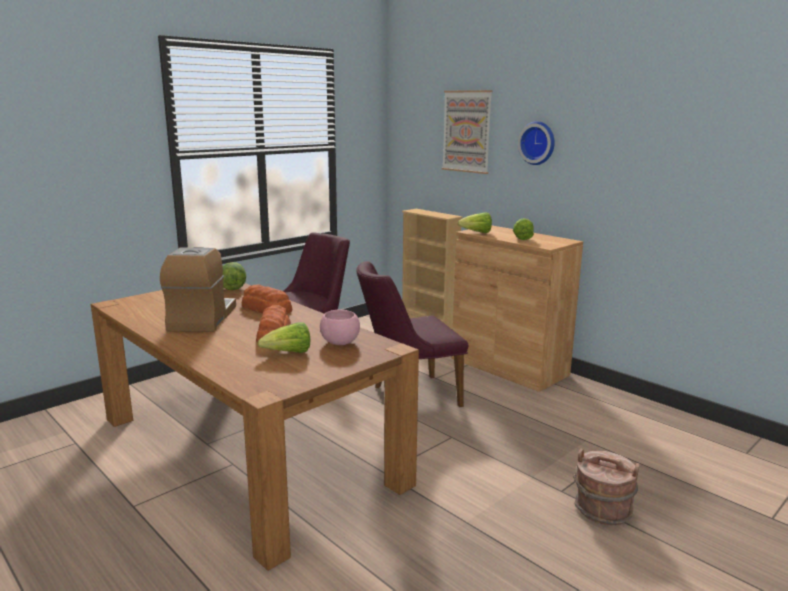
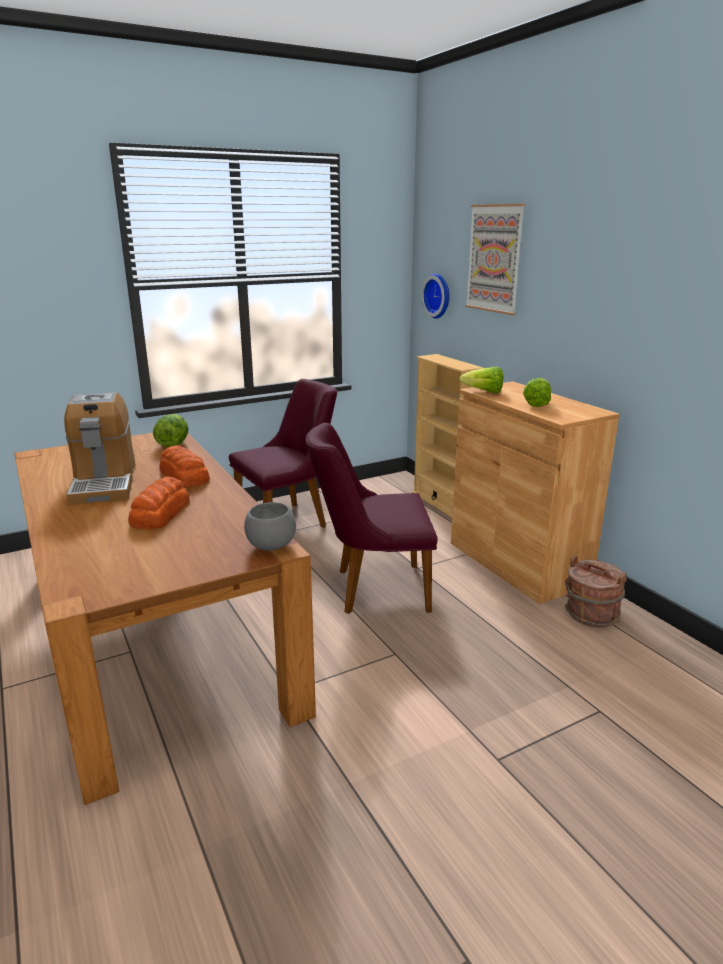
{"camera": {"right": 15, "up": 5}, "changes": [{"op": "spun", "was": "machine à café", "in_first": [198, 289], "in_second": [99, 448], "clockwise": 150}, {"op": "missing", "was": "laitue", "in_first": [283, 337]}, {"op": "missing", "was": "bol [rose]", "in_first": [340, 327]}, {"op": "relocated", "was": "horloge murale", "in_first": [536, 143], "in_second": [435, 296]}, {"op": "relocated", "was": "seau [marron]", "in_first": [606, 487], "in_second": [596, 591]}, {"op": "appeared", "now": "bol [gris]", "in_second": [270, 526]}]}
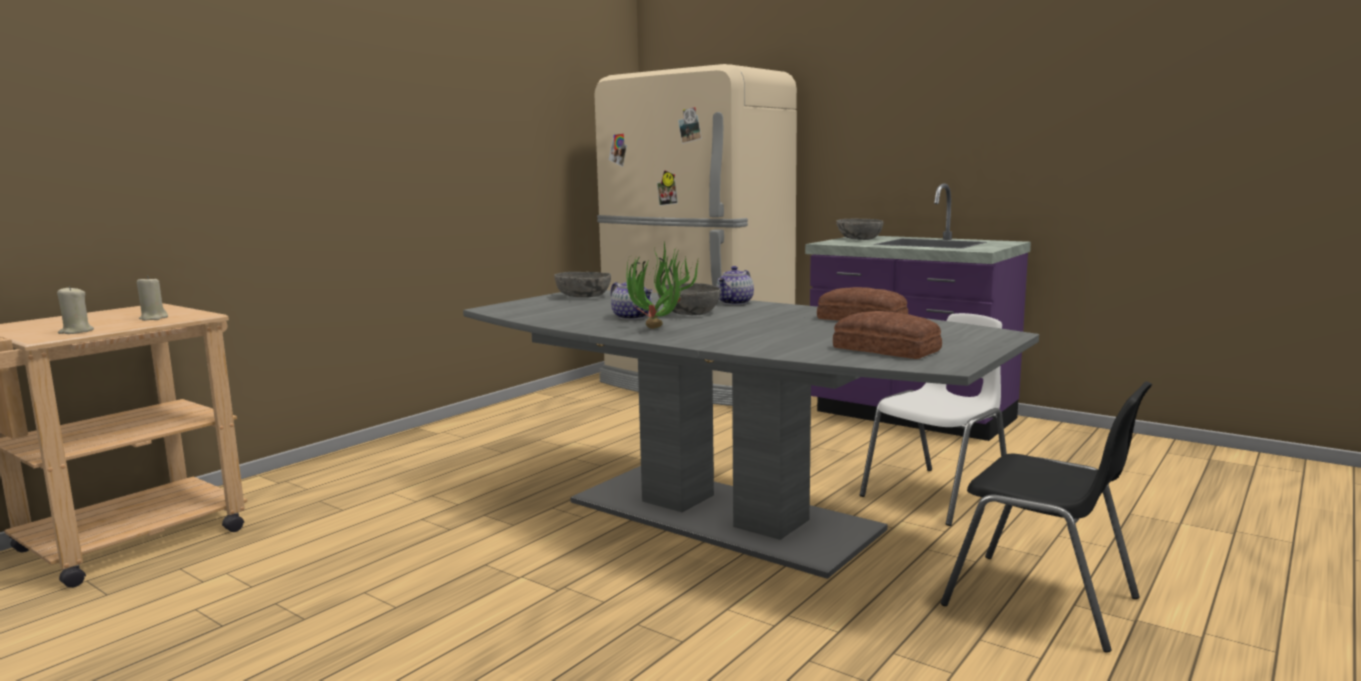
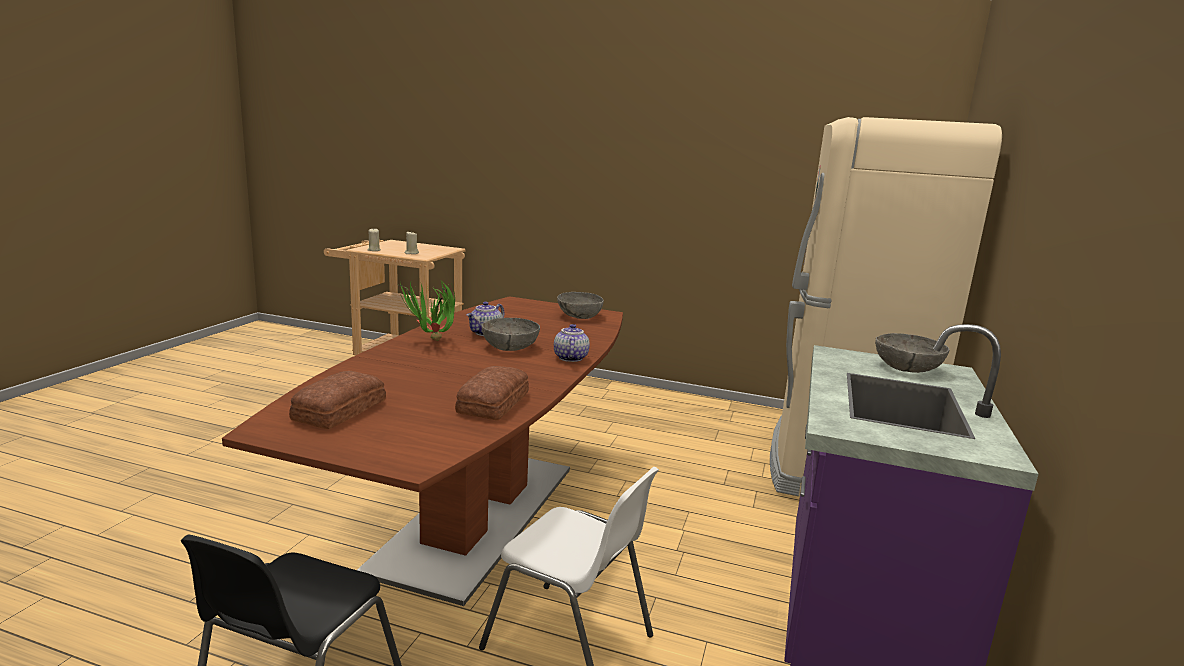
{"camera": {"right": 70, "up": 5}, "changes": [{"op": "colour", "was": "table à manger [gris]", "now": "table à manger [marron]", "in_first": [751, 434], "in_second": [422, 451]}, {"op": "spun", "was": "théière", "in_first": [735, 285], "in_second": [572, 343], "clockwise": 75}]}
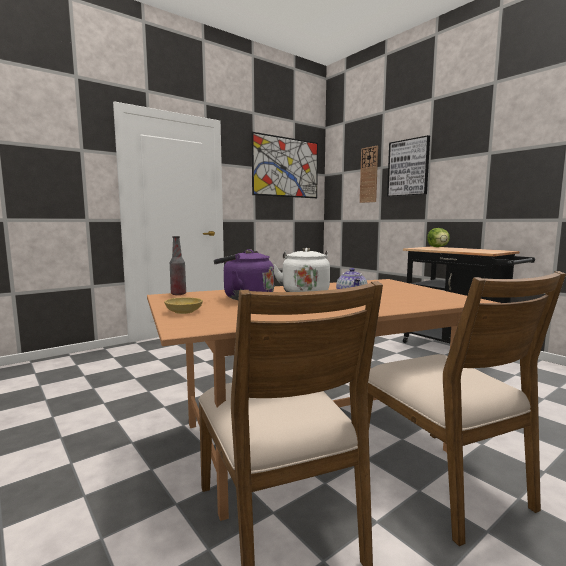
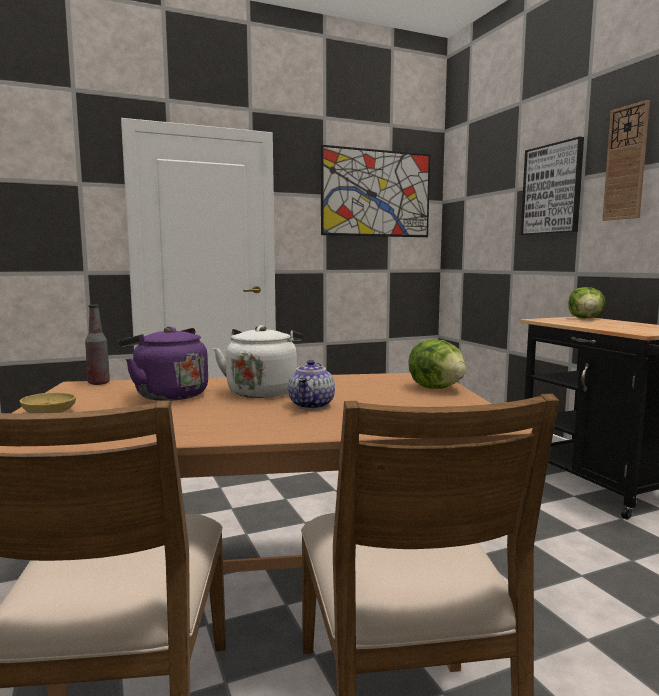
{"camera": {"right": 15, "up": 0}, "changes": [{"op": "relocated", "was": "horloge murale", "in_first": [369, 174], "in_second": [626, 160]}, {"op": "appeared", "now": "laitue", "in_second": [437, 364]}]}
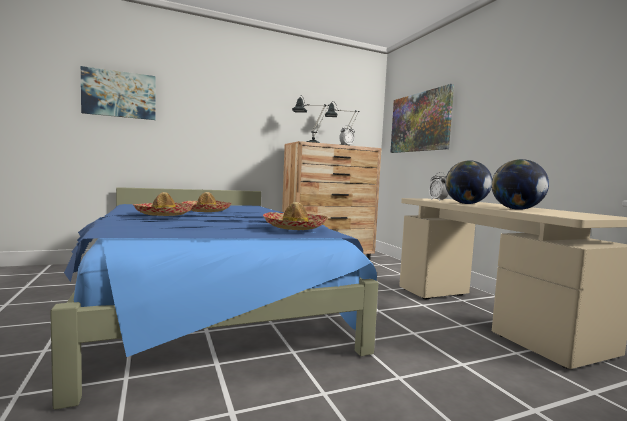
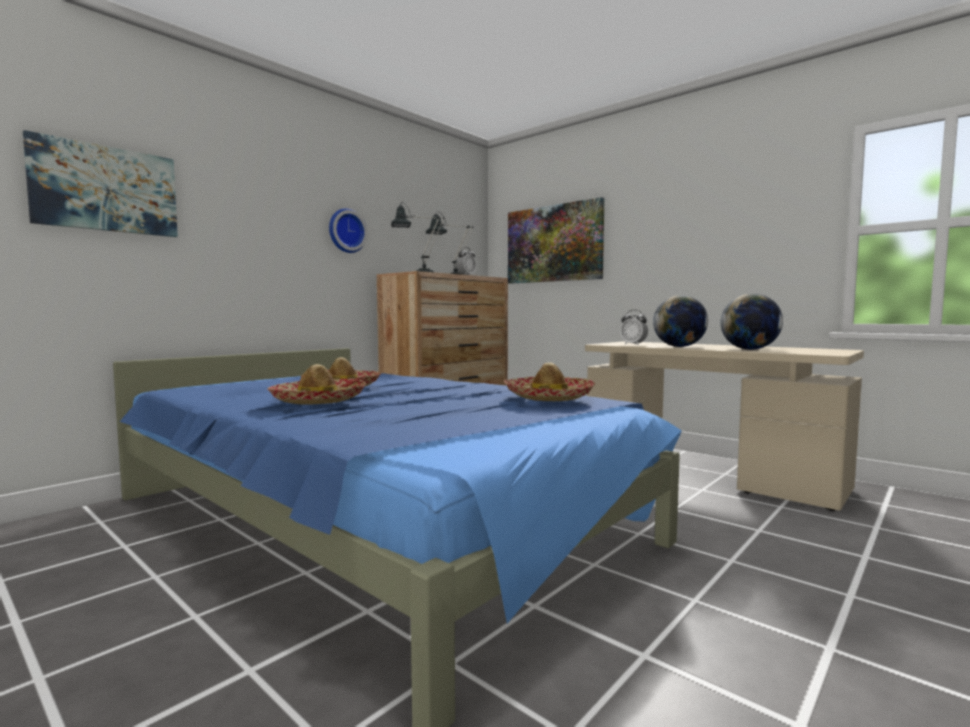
{"camera": {"right": -25, "up": 0}, "changes": [{"op": "appeared", "now": "horloge murale", "in_second": [348, 230]}]}
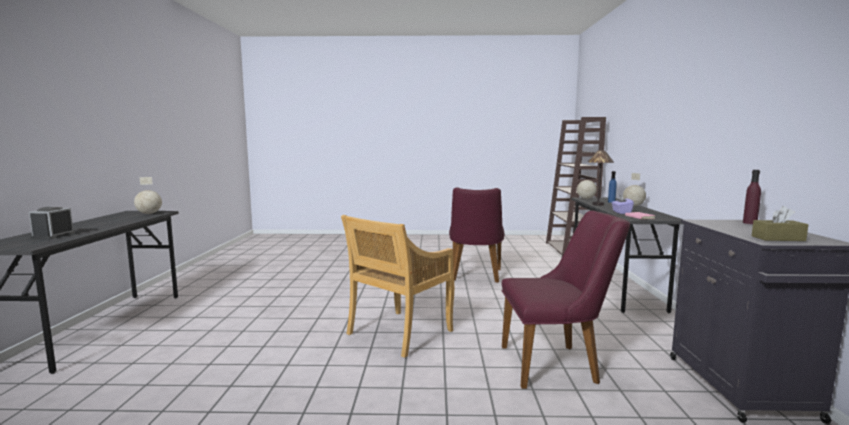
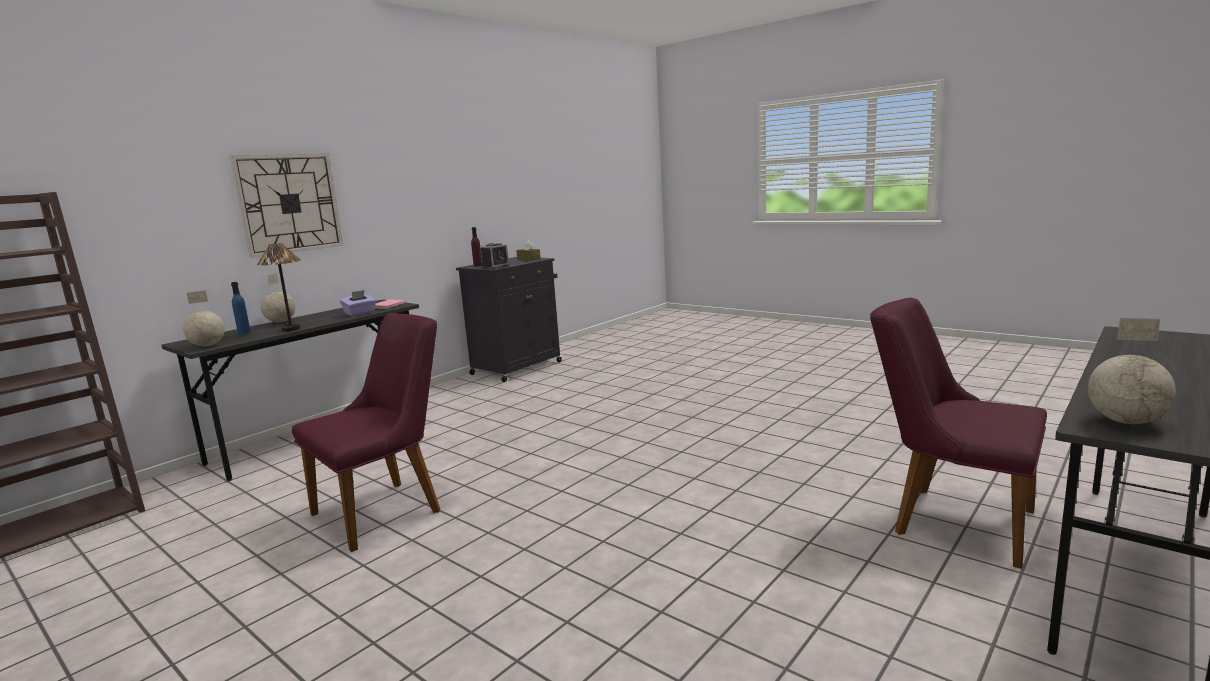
{"camera": {"right": -140, "up": 5}, "changes": [{"op": "relocated", "was": "réveil", "in_first": [52, 223], "in_second": [495, 256]}, {"op": "missing", "was": "chaise [beige]", "in_first": [397, 286]}, {"op": "relocated", "was": "chaise [violet]", "in_first": [566, 299], "in_second": [958, 433]}, {"op": "appeared", "now": "horloge murale", "in_second": [286, 205]}]}
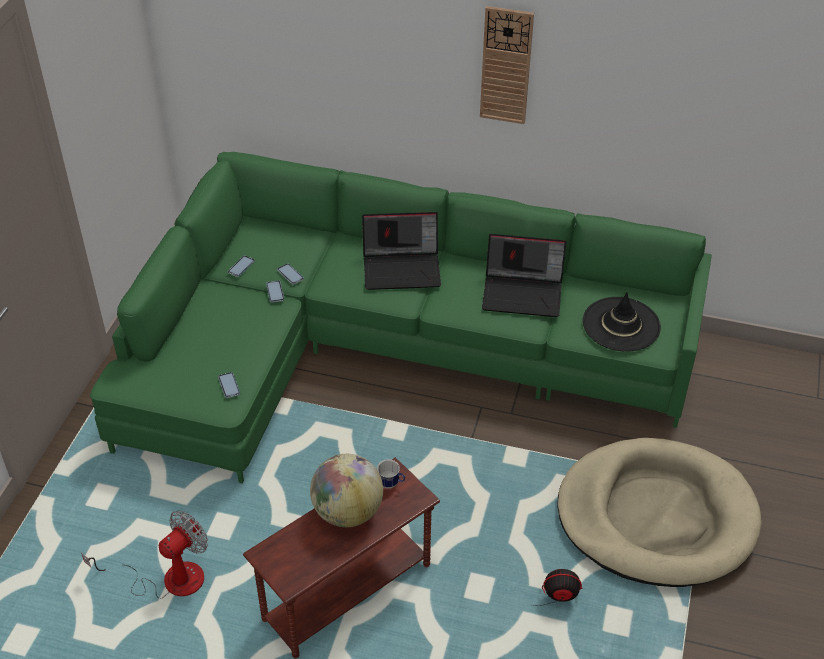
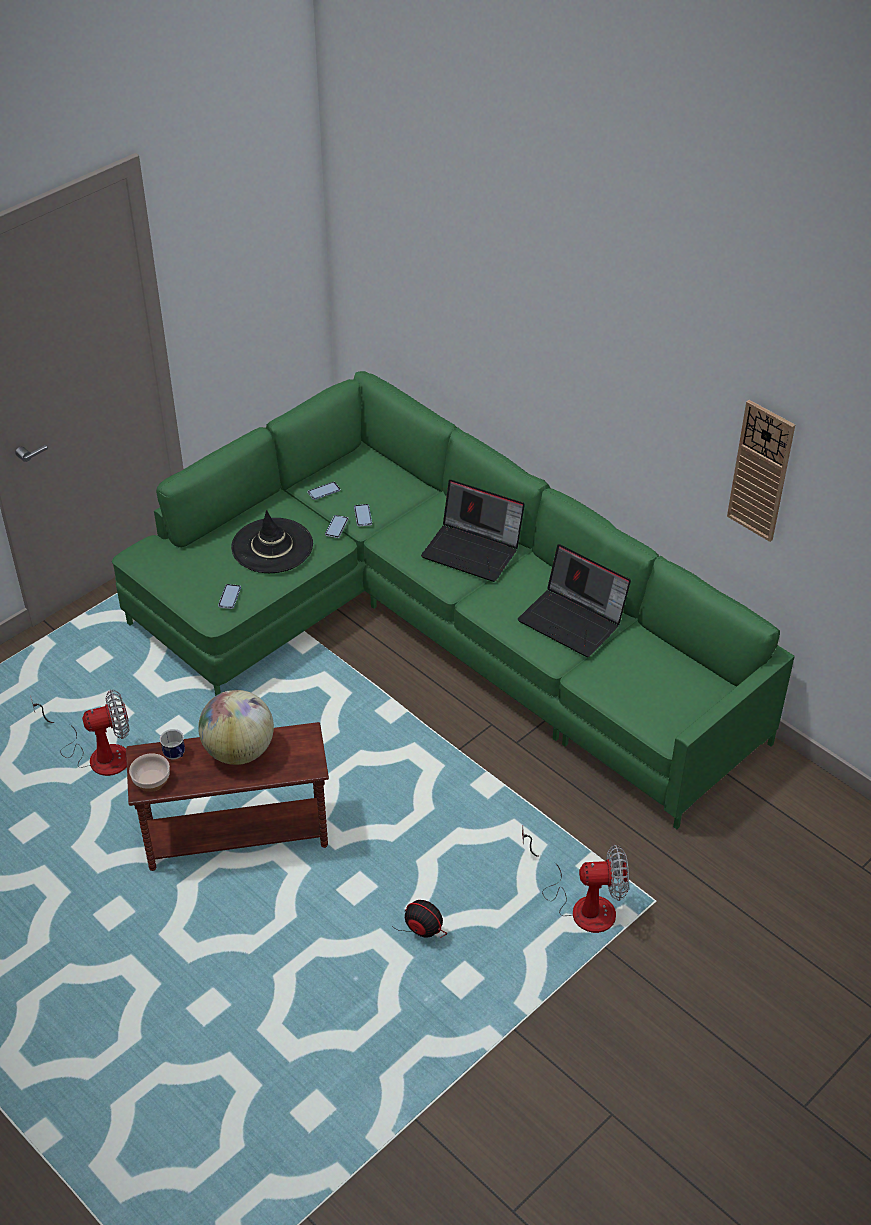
{"camera": {"right": 30, "up": 0}, "changes": [{"op": "relocated", "was": "mug", "in_first": [391, 473], "in_second": [172, 744]}, {"op": "relocated", "was": "horloge murale", "in_first": [507, 65], "in_second": [761, 471]}, {"op": "exchanged", "was": "panier pour chien [beige]", "now": "ventilateur", "in_first": [659, 512], "in_second": [575, 880]}, {"op": "relocated", "was": "chapeau [noir]", "in_first": [622, 322], "in_second": [272, 541]}, {"op": "appeared", "now": "bol", "in_second": [149, 772]}]}
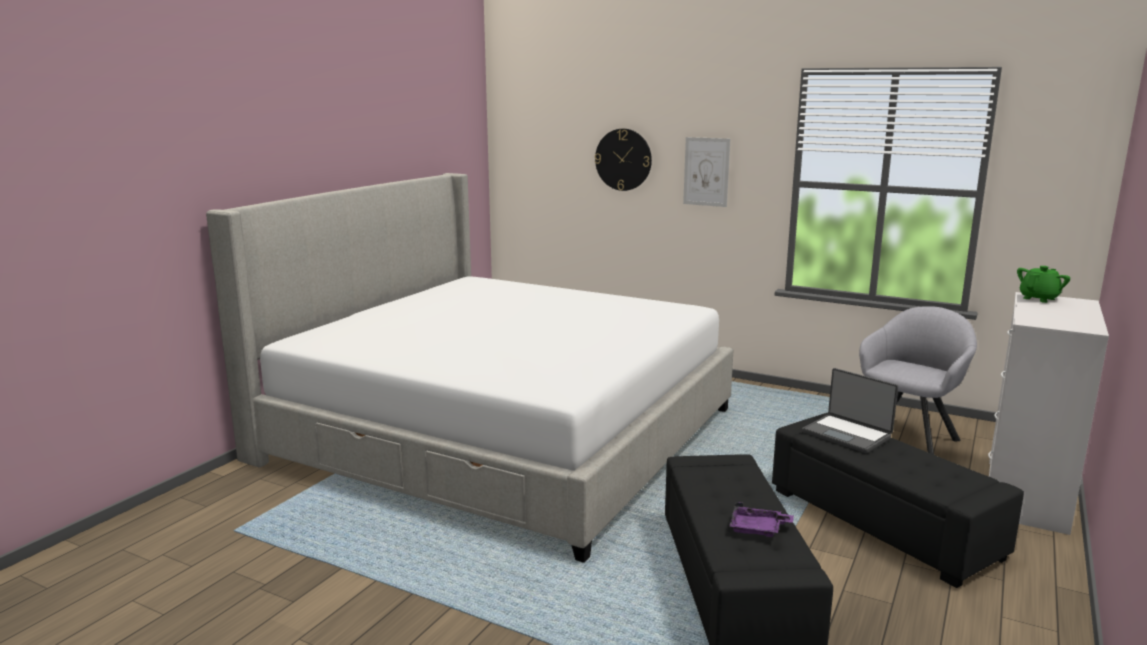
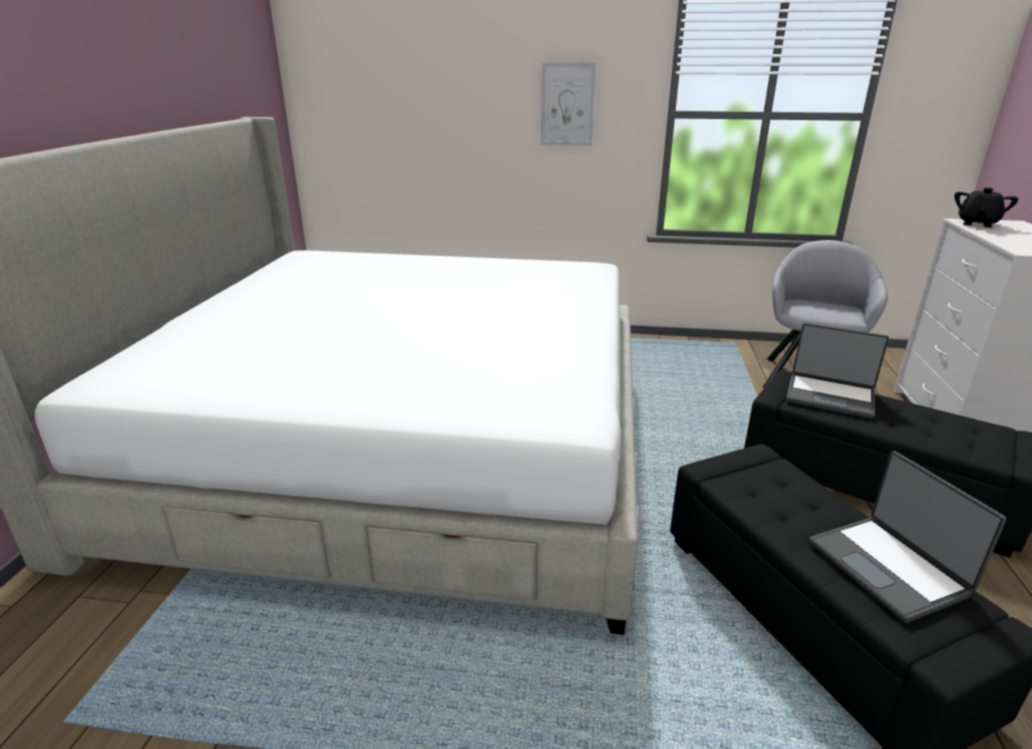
{"camera": {"right": -20, "up": 10}, "changes": [{"op": "missing", "was": "horloge murale", "in_first": [623, 160]}, {"op": "exchanged", "was": "plateau [violet]", "now": "ordinateur portable", "in_first": [761, 519], "in_second": [907, 537]}, {"op": "colour", "was": "théière [vert]", "now": "théière [noir]", "in_first": [1043, 284], "in_second": [986, 207]}]}
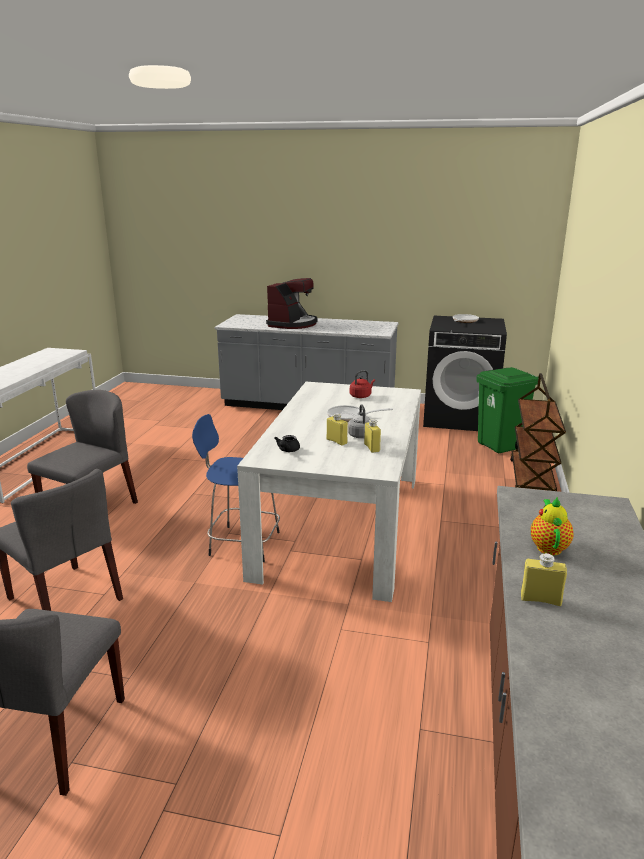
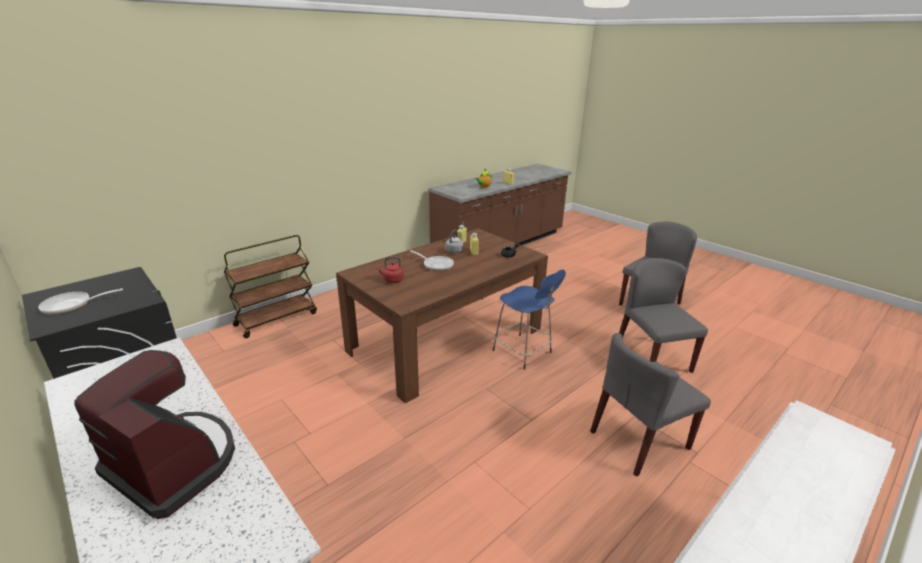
{"camera": {"right": -145, "up": 5}, "changes": [{"op": "colour", "was": "table à manger [blanc]", "now": "table à manger [marron]", "in_first": [329, 492], "in_second": [442, 316]}, {"op": "spun", "was": "machine à café", "in_first": [292, 303], "in_second": [154, 434], "clockwise": 60}, {"op": "missing", "was": "poubelle [vert]", "in_first": [508, 410]}]}
